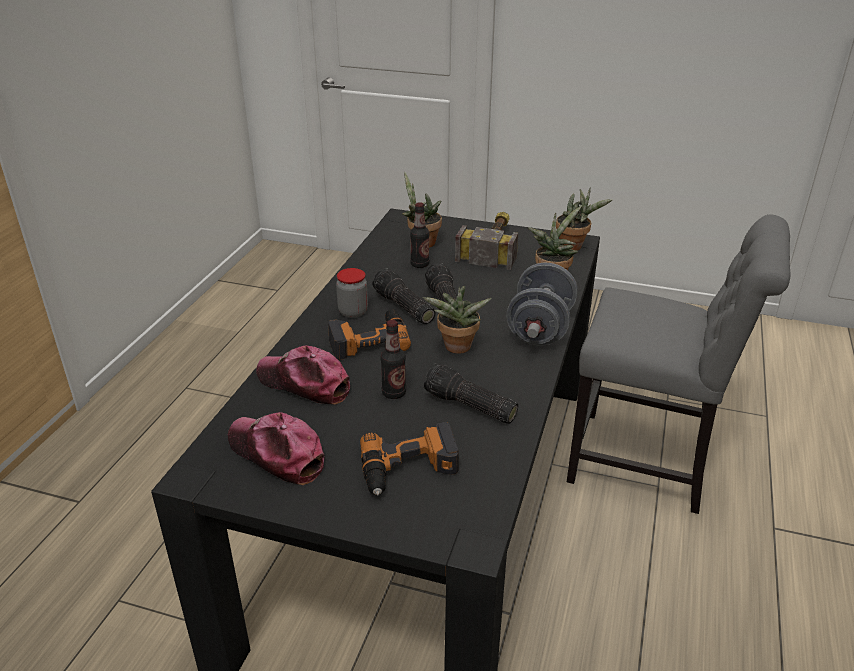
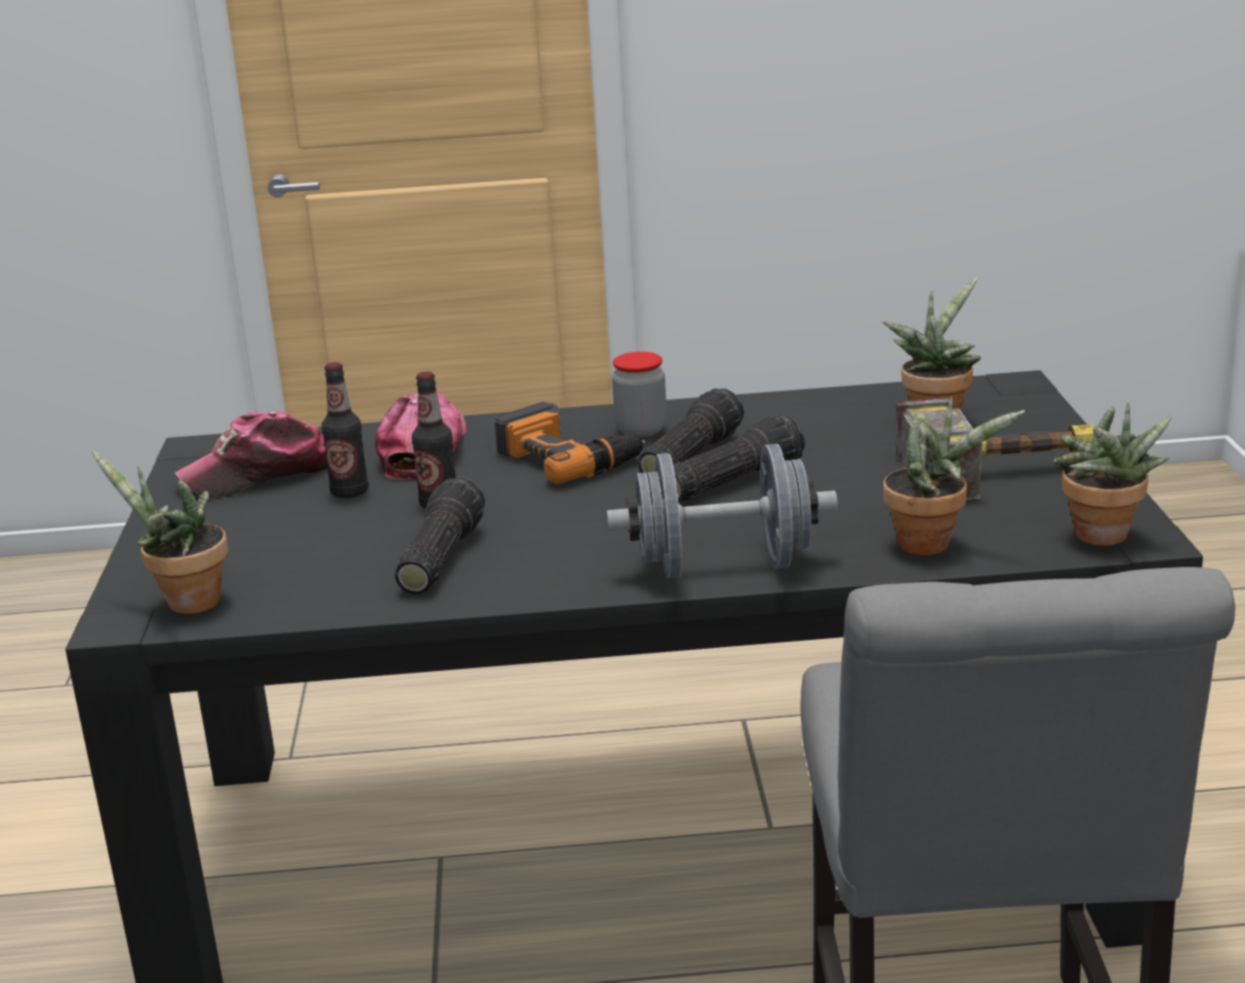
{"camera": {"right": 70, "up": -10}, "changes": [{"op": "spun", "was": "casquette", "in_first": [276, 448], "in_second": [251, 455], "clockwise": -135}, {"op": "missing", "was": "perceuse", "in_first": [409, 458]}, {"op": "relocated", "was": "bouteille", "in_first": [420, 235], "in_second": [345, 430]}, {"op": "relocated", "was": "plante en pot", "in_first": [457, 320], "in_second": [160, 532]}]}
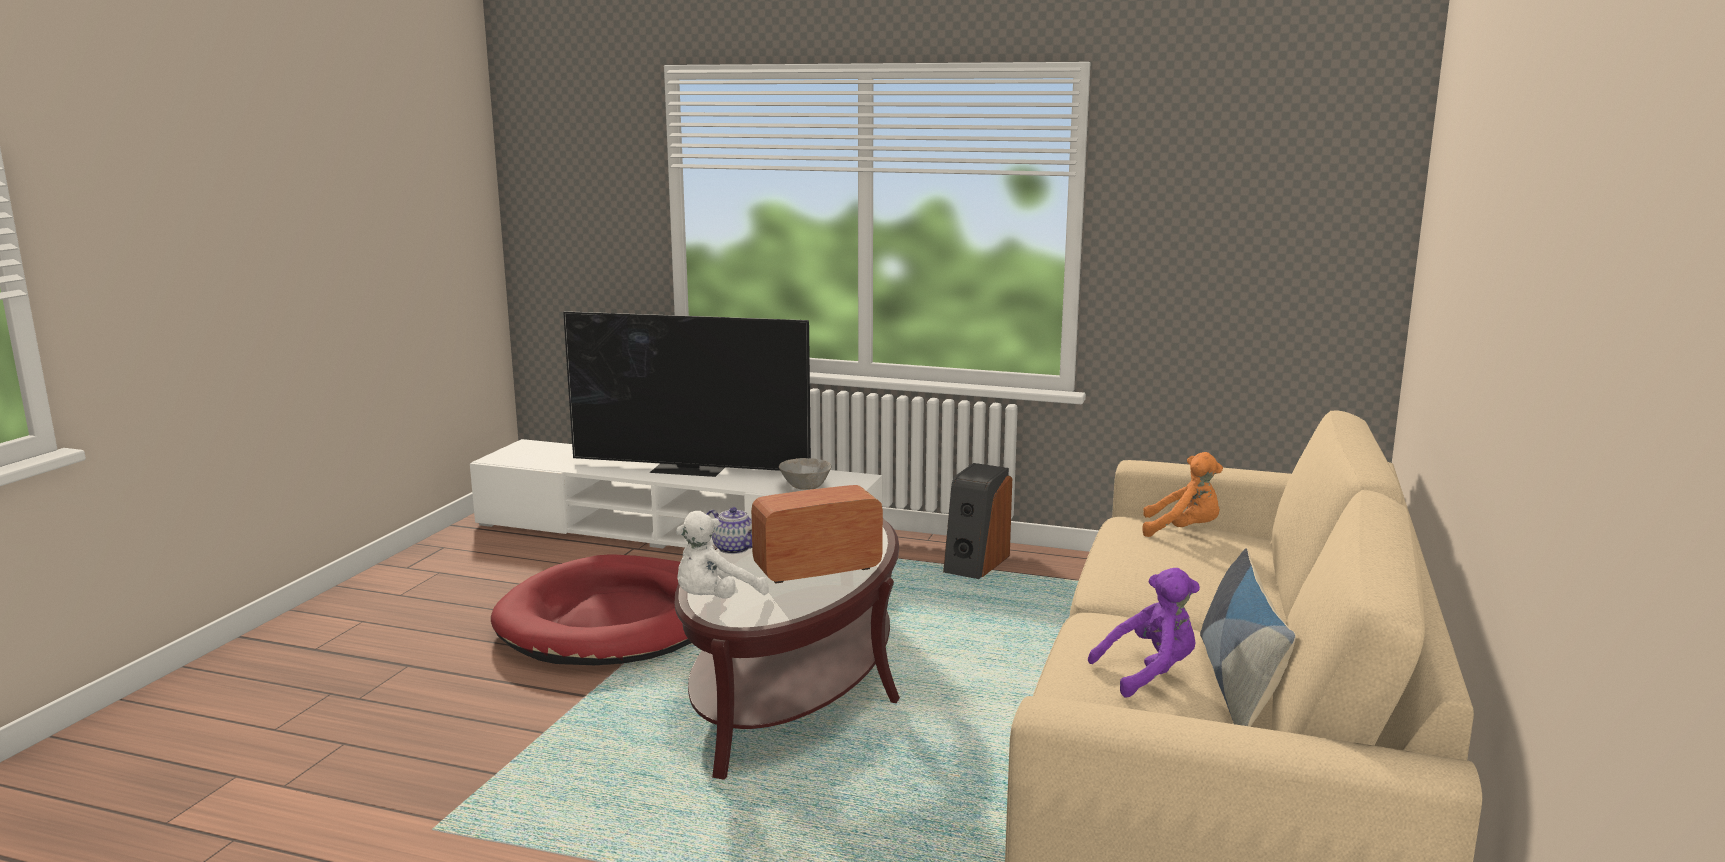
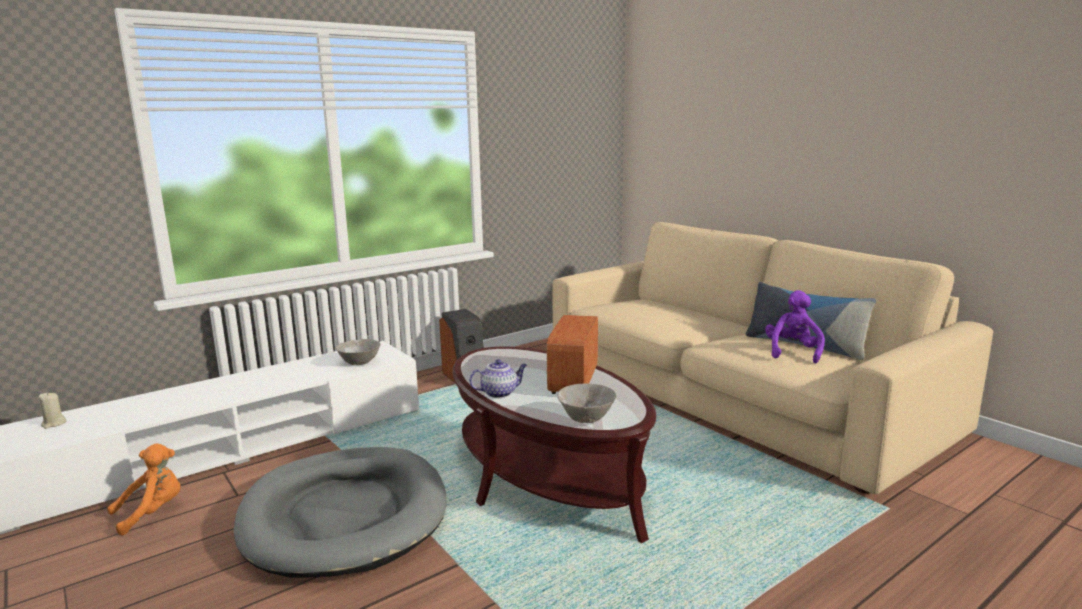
{"camera": {"right": -55, "up": 0}, "changes": [{"op": "colour", "was": "panier pour chien [rouge]", "now": "panier pour chien [gris]", "in_first": [591, 609], "in_second": [340, 512]}, {"op": "missing", "was": "téléviseur", "in_first": [687, 394]}, {"op": "exchanged", "was": "peluche [blanc]", "now": "bol [gris]", "in_first": [722, 555], "in_second": [586, 403]}, {"op": "relocated", "was": "peluche [orange]", "in_first": [1182, 494], "in_second": [144, 489]}, {"op": "appeared", "now": "bougie [beige]", "in_second": [53, 411]}]}
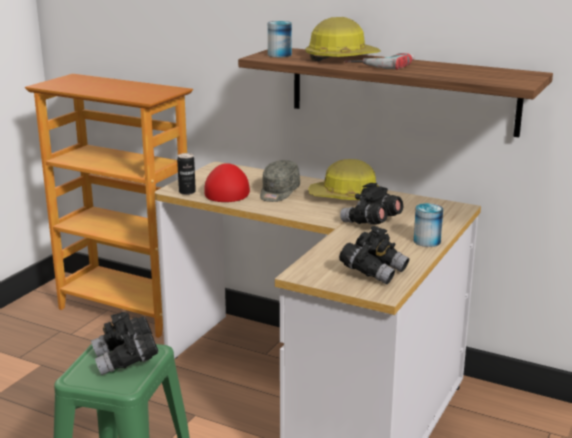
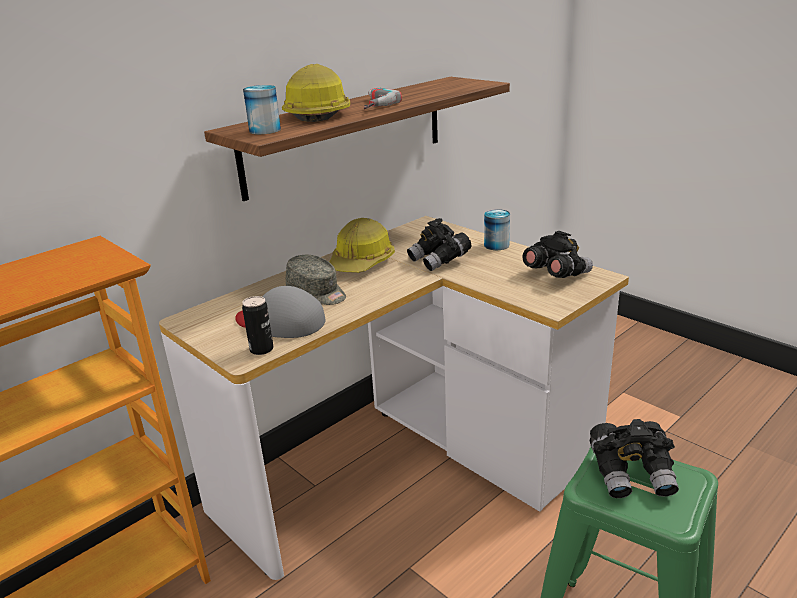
{"camera": {"right": -70, "up": 5}, "changes": [{"op": "colour", "was": "casquette [rouge]", "now": "casquette [gris]", "in_first": [227, 182], "in_second": [280, 312]}]}
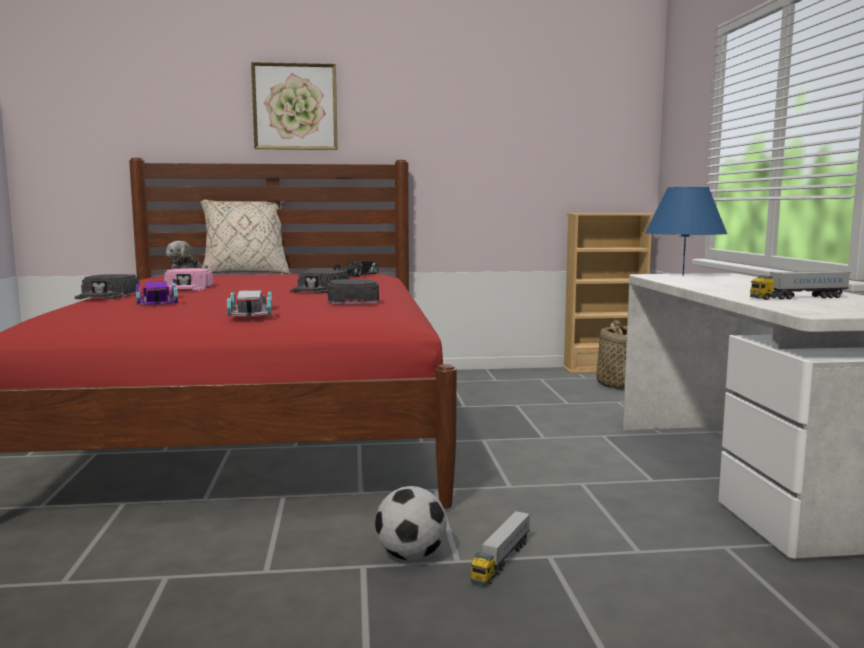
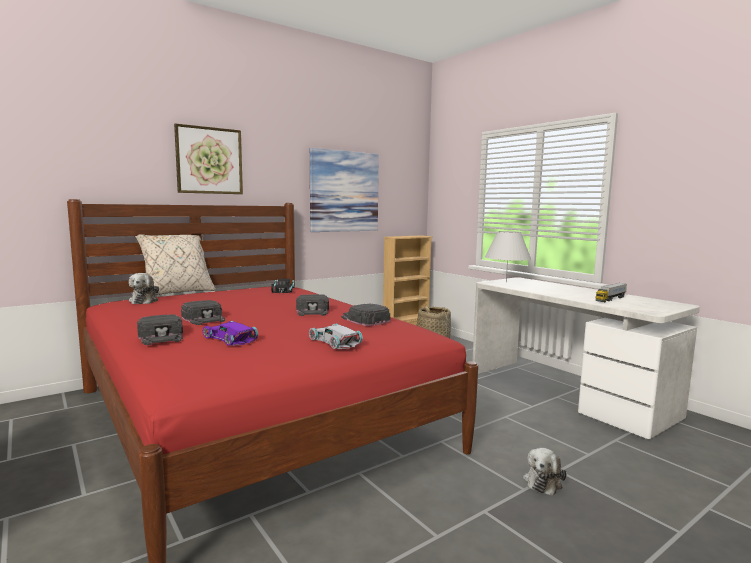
{"camera": {"right": -30, "up": 0}, "changes": [{"op": "colour", "was": "casquette [rose]", "now": "casquette [noir]", "in_first": [188, 279], "in_second": [203, 312]}, {"op": "missing", "was": "ballon de foot", "in_first": [411, 523]}, {"op": "exchanged", "was": "camion jouet", "now": "peluche", "in_first": [500, 549], "in_second": [545, 472]}, {"op": "colour", "was": "lampe de table [bleu]", "now": "lampe de table [blanc]", "in_first": [686, 231], "in_second": [508, 256]}, {"op": "appeared", "now": "tableau", "in_second": [344, 190]}]}
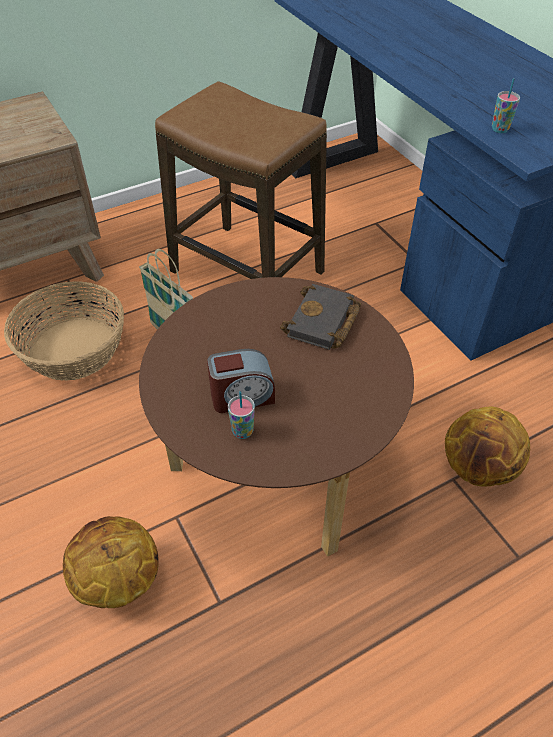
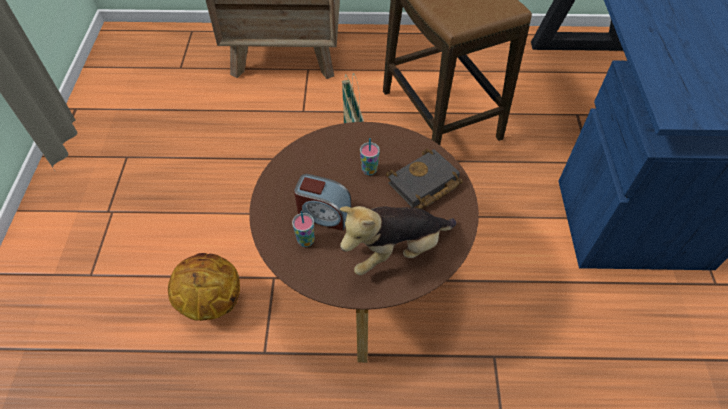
{"camera": {"right": 30, "up": 5}, "changes": [{"op": "missing", "was": "panier", "in_first": [64, 331]}, {"op": "missing", "was": "ballon de basket", "in_first": [487, 447]}, {"op": "relocated", "was": "tasse", "in_first": [506, 105], "in_second": [370, 156]}, {"op": "appeared", "now": "peluche", "in_second": [398, 240]}]}
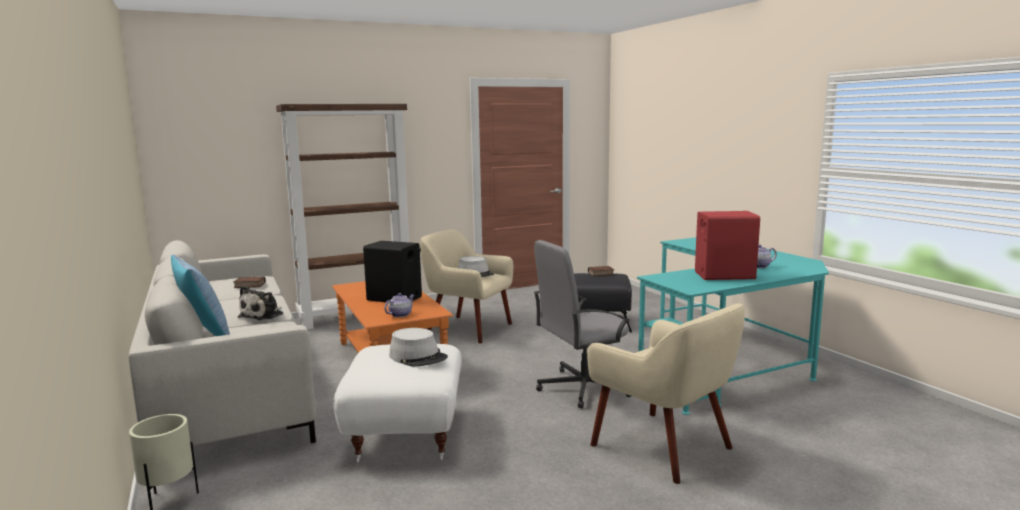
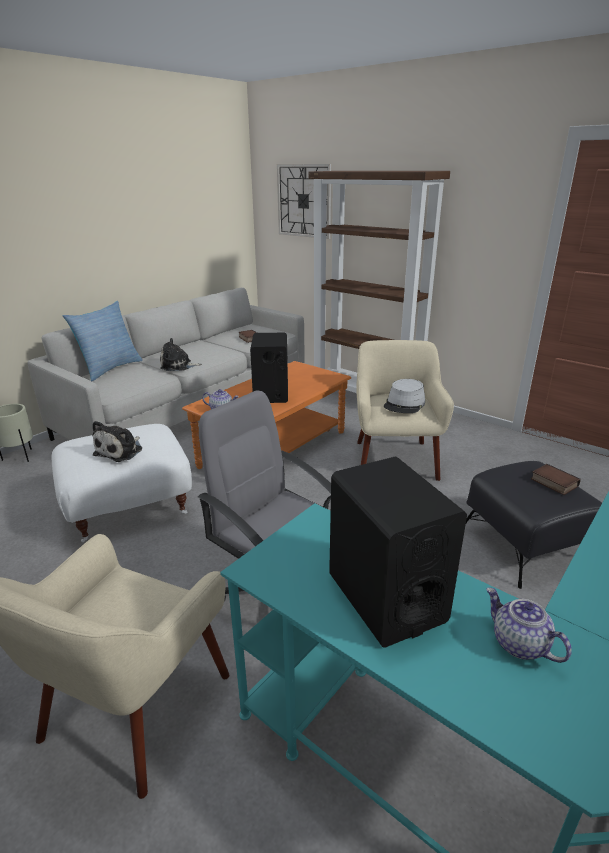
{"camera": {"right": 65, "up": 15}, "changes": [{"op": "exchanged", "was": "chapeau [gris]", "now": "peluche", "in_first": [418, 347], "in_second": [117, 441]}, {"op": "colour", "was": "enceinte [rouge]", "now": "enceinte [noir]", "in_first": [727, 245], "in_second": [398, 552]}, {"op": "appeared", "now": "horloge murale", "in_second": [304, 201]}]}
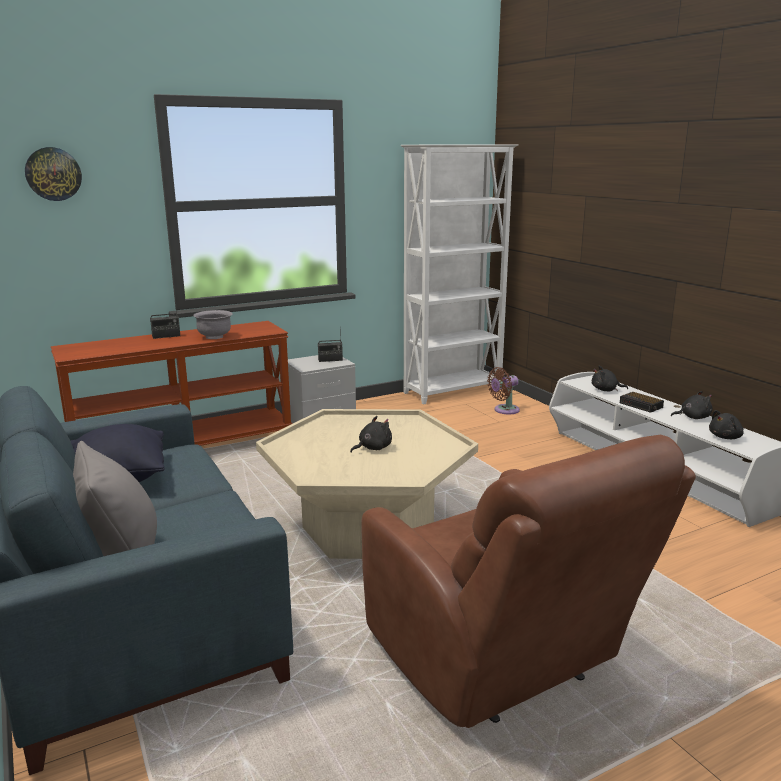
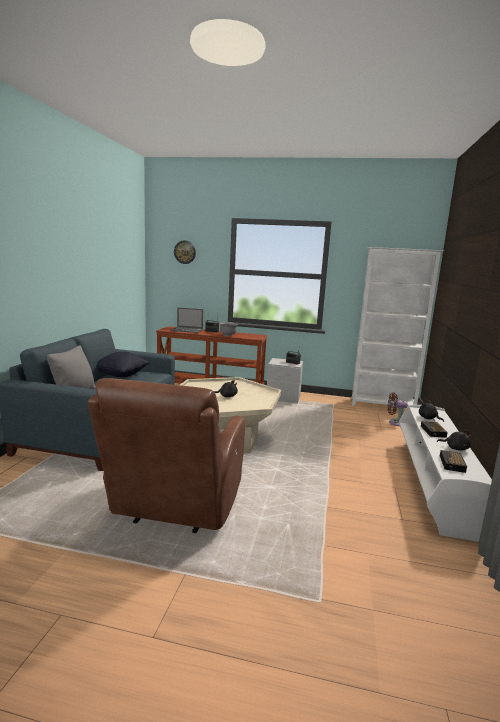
{"camera": {"right": 40, "up": -5}, "changes": [{"op": "exchanged", "was": "peluche [noir]", "now": "réveil", "in_first": [726, 424], "in_second": [453, 461]}, {"op": "appeared", "now": "ordinateur portable", "in_second": [187, 320]}]}
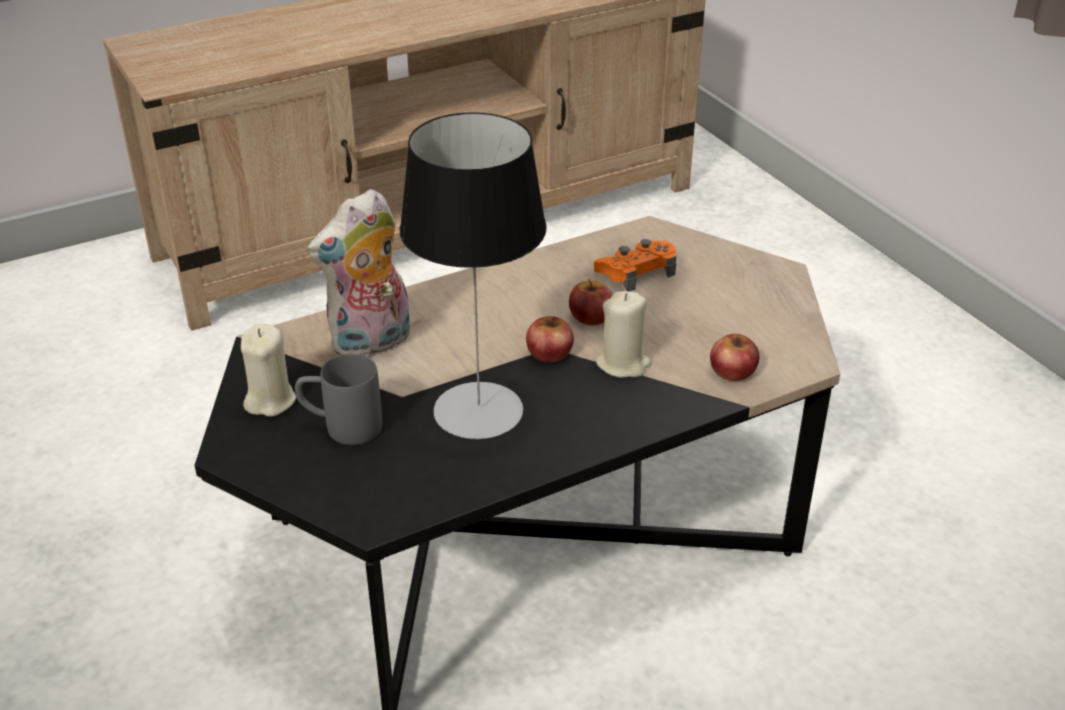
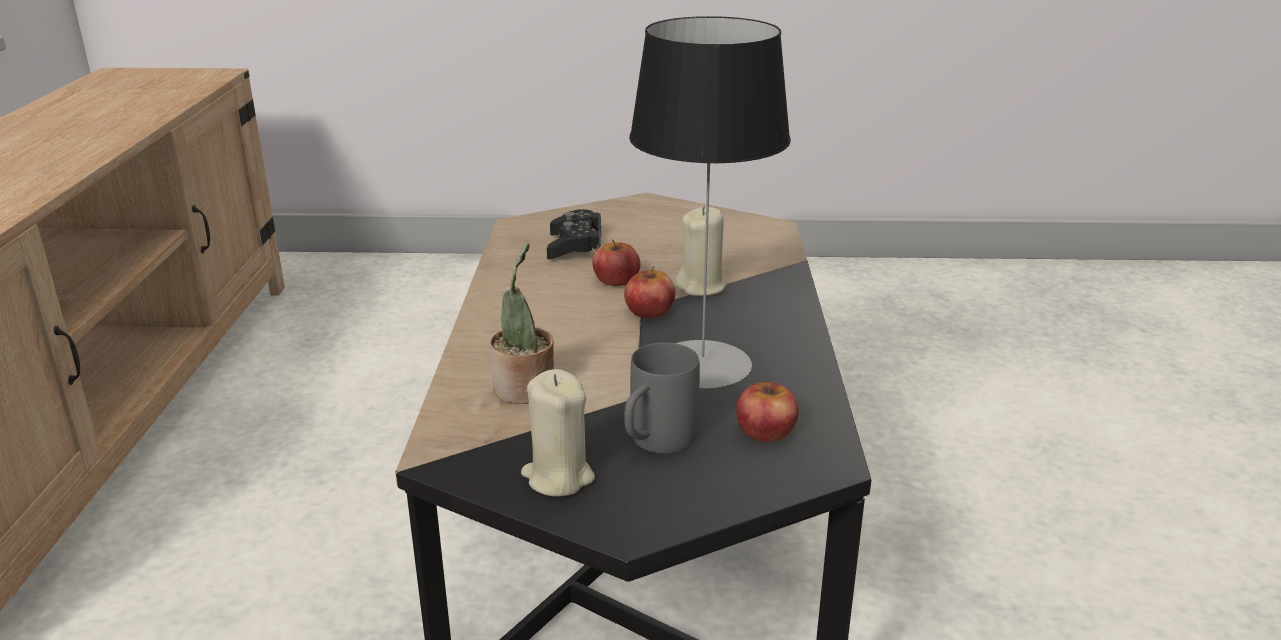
{"camera": {"right": -60, "up": -10}, "changes": [{"op": "exchanged", "was": "peluche", "now": "plante en pot", "in_first": [358, 273], "in_second": [522, 323]}, {"op": "colour", "was": "manette [orange]", "now": "manette [noir]", "in_first": [635, 265], "in_second": [574, 234]}, {"op": "relocated", "was": "pomme", "in_first": [734, 357], "in_second": [767, 412]}]}
